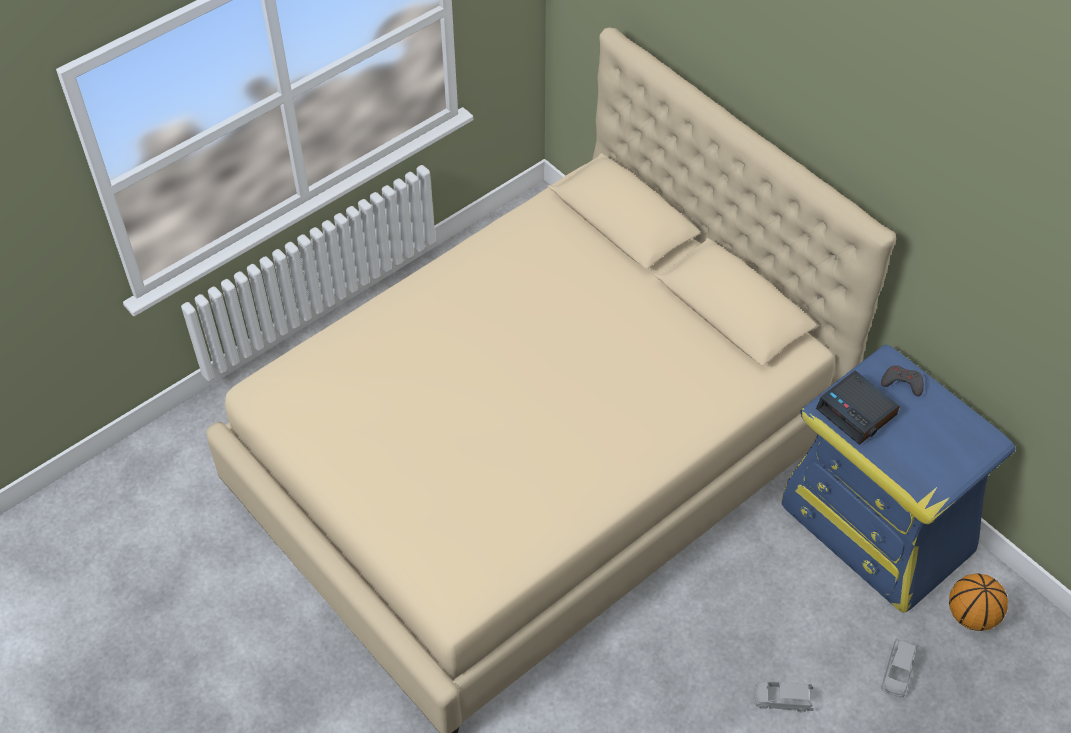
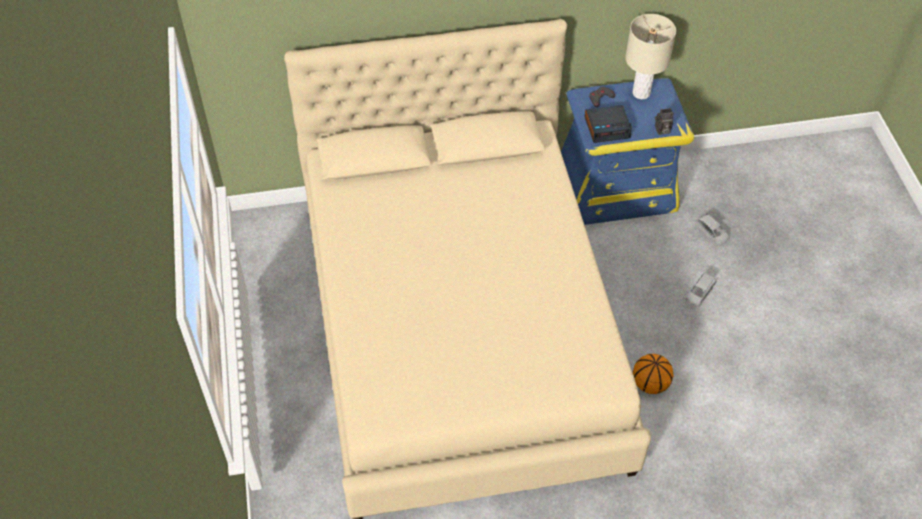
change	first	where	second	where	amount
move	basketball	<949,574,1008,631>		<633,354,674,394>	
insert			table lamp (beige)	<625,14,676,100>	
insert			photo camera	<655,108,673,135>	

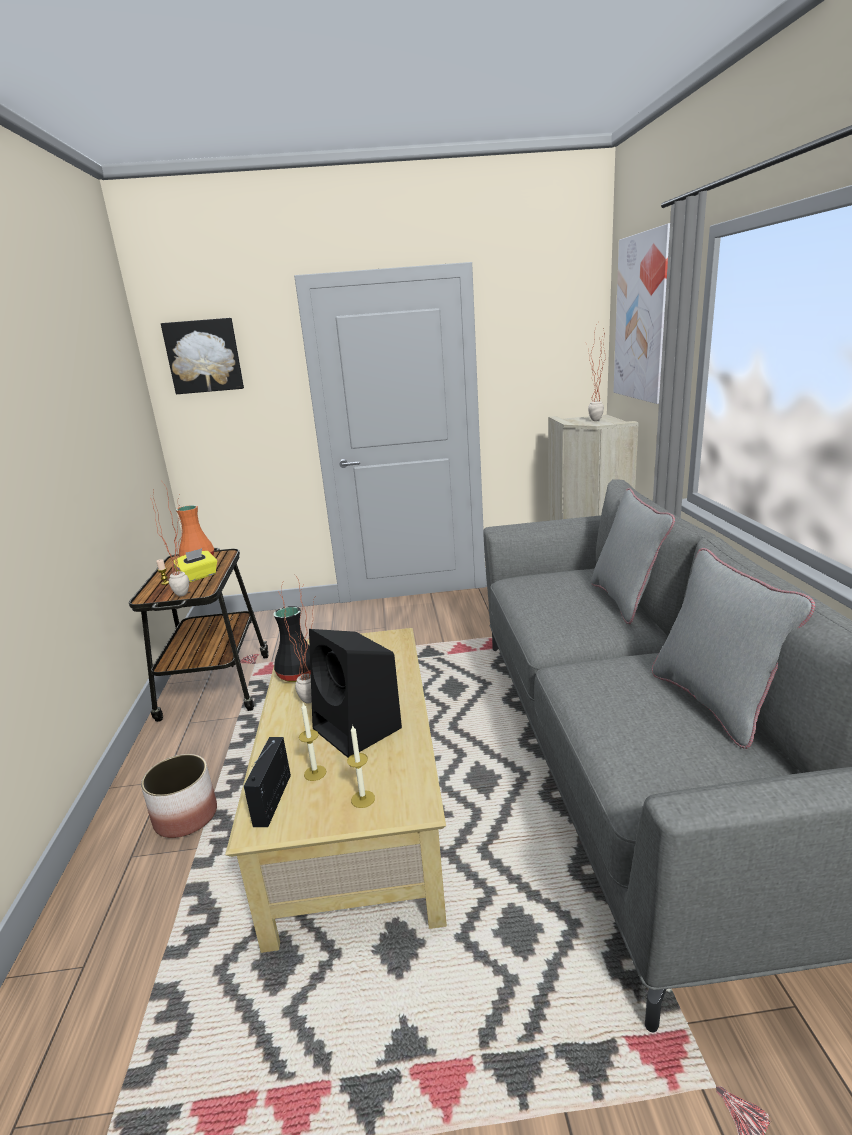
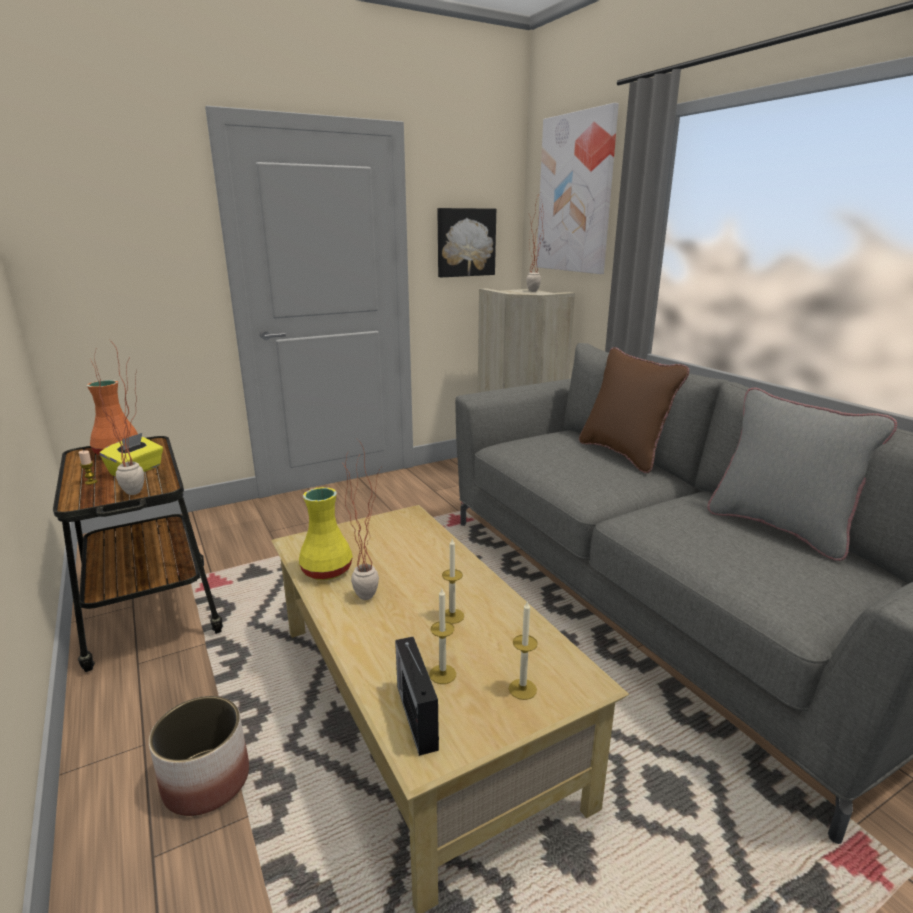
change	first	where	second	where	amount
move	picture	<161,318,244,394>		<438,208,496,277>	
recolor	pillow (grey)	<591,488,675,624>	pillow (brown)	<579,347,689,473>	
recolor	vase (black)	<273,606,311,682>	vase (yellow)	<299,487,353,580>	
replace	speaker (black)	<309,629,402,758>	candle	<442,539,464,624>	

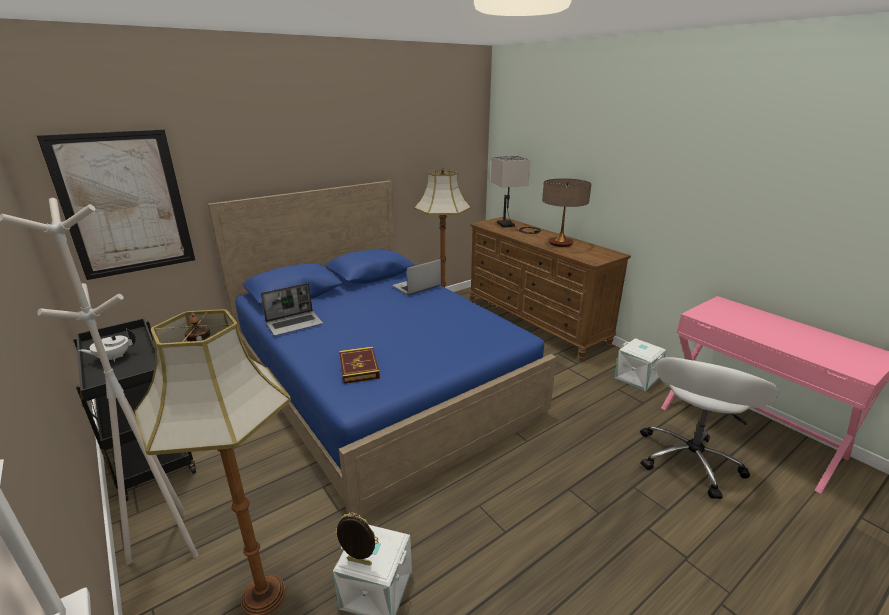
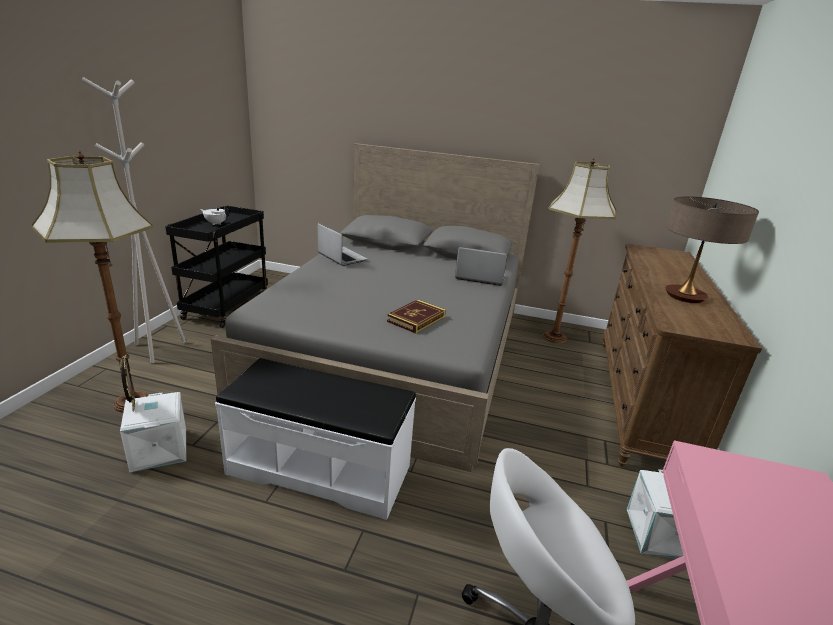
change	first	where	second	where	amount
delete	picture	<36,129,195,280>			
delete	table lamp	<491,156,541,234>			
recolor	bed (blue)	<208,180,556,517>	bed (grey)	<211,143,540,472>	
rotate	laptop	<261,283,323,336>		<317,223,368,266>	150 degrees counterclockwise
move	book	<339,346,380,384>		<387,299,446,334>	
insert			bench (white)	<215,358,416,520>	

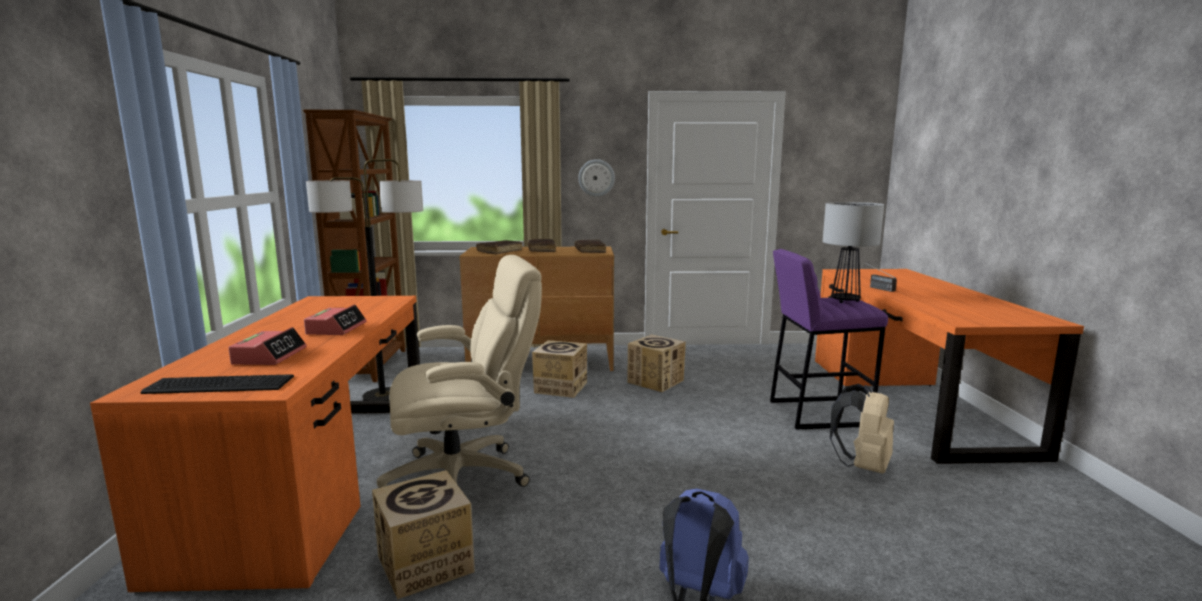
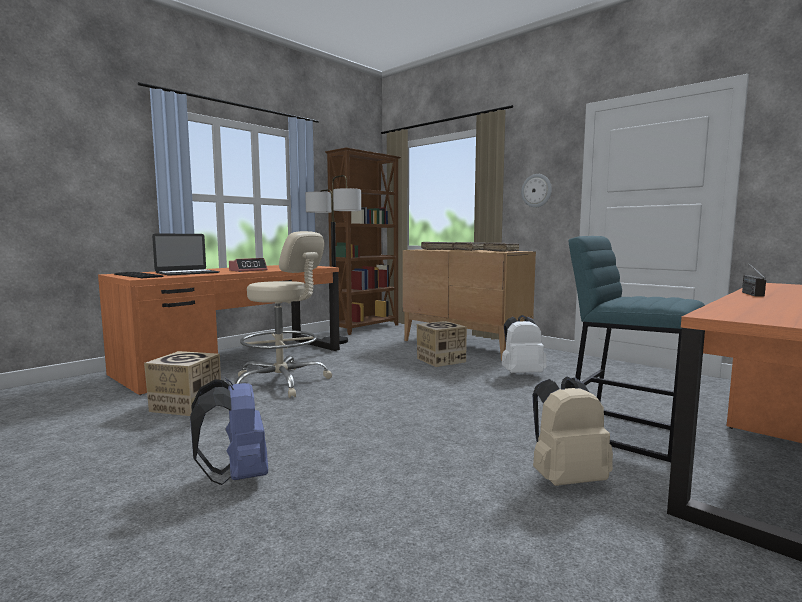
change	first	where	second	where	amount
delete	table lamp	<823,202,884,303>			
recolor	stool (purple)	<770,249,888,430>	stool (turquoise)	<569,236,705,462>	
replace	office chair (beige)	<377,255,542,488>	stool (beige)	<235,231,332,398>	
replace	alarm clock	<228,327,307,365>	laptop	<152,234,220,276>	
replace	cardboard box	<627,334,686,392>	backpack (white)	<502,315,547,373>	

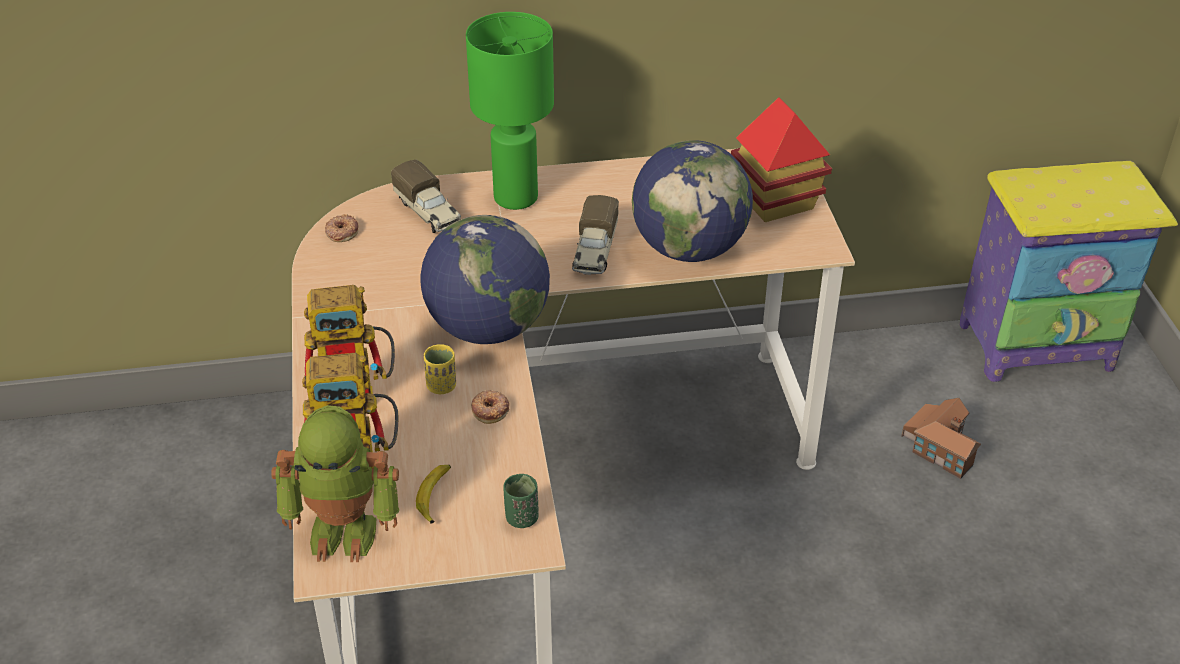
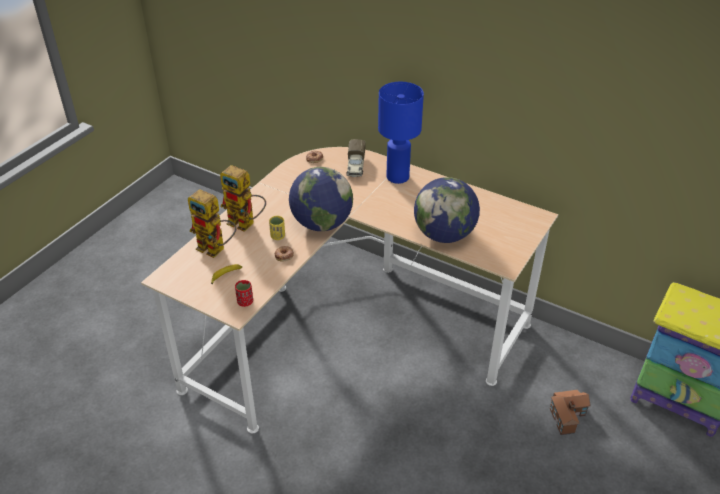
change	first	where	second	where	amount
recolor	table lamp (green)	<466,12,554,210>	table lamp (blue)	<378,82,424,184>	
delete	toy house	<731,97,832,222>			
delete	toy truck	<572,195,619,275>			
delete	toy robot	<271,405,399,562>			
recolor	cup (green)	<503,474,539,528>	cup (red)	<235,280,253,307>	

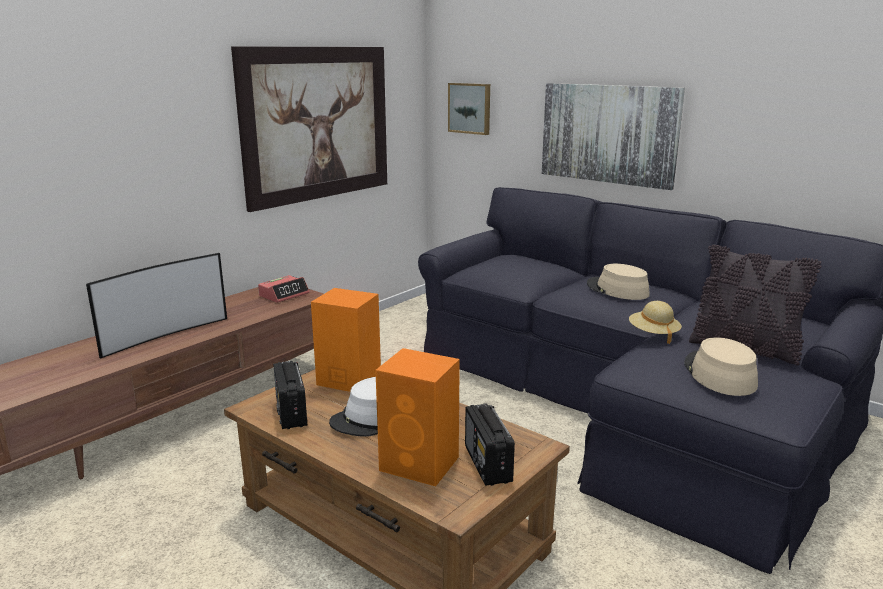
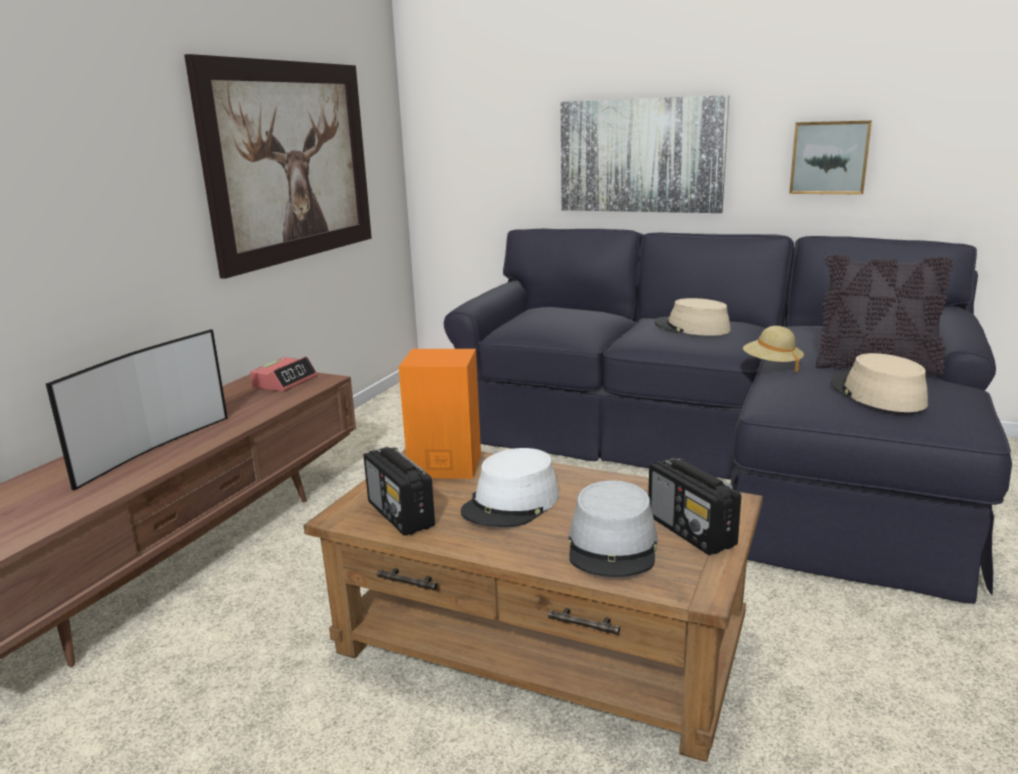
change	first	where	second	where	amount
move	picture	<448,83,490,135>		<789,120,872,195>	
replace	speaker (orange)	<375,348,460,486>	hat (grey)	<569,480,658,577>	

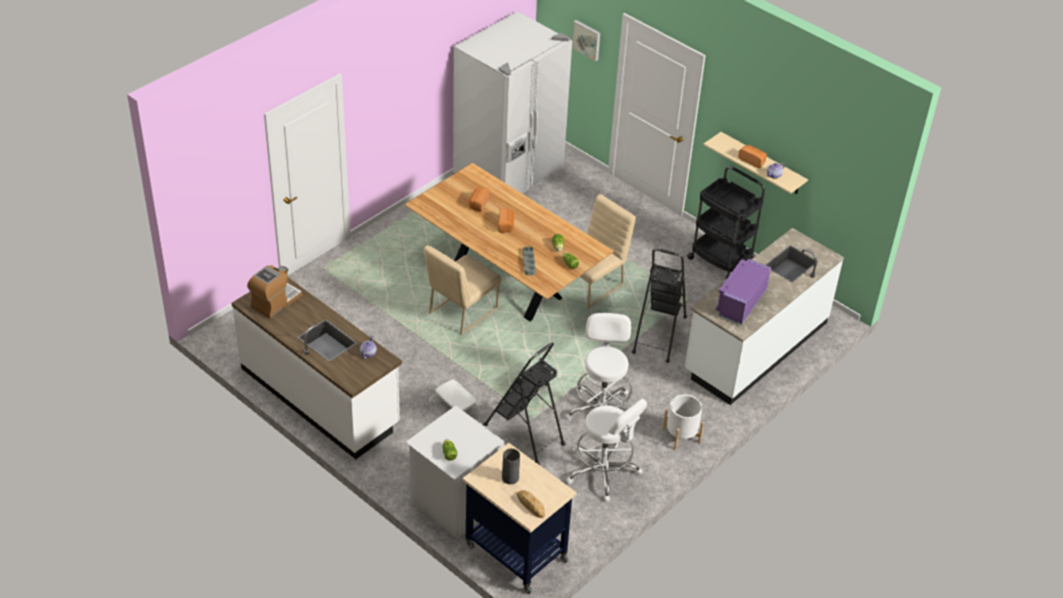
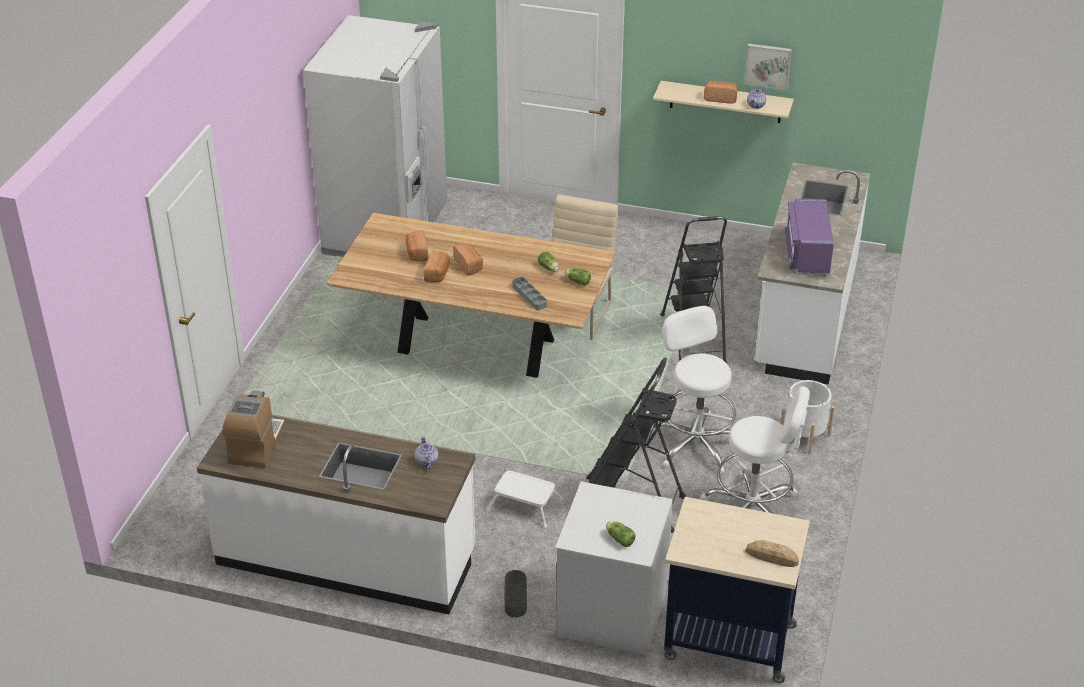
change	first	where	second	where	amount
move	picture	<572,20,600,61>		<744,43,792,90>	
delete	cart (black)	<687,166,765,280>			
delete	chair (beige)	<424,245,502,335>			
move	vase (grey)	<502,449,520,484>		<505,570,527,618>	
insert			bread	<424,251,450,282>	

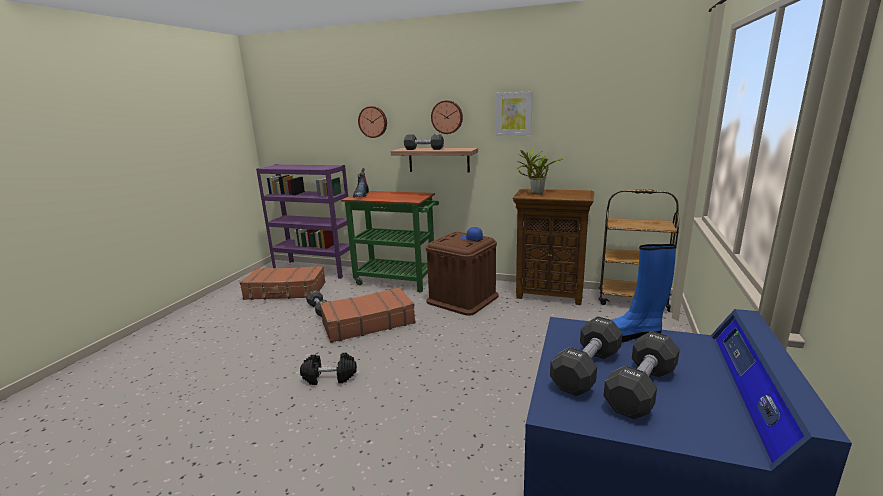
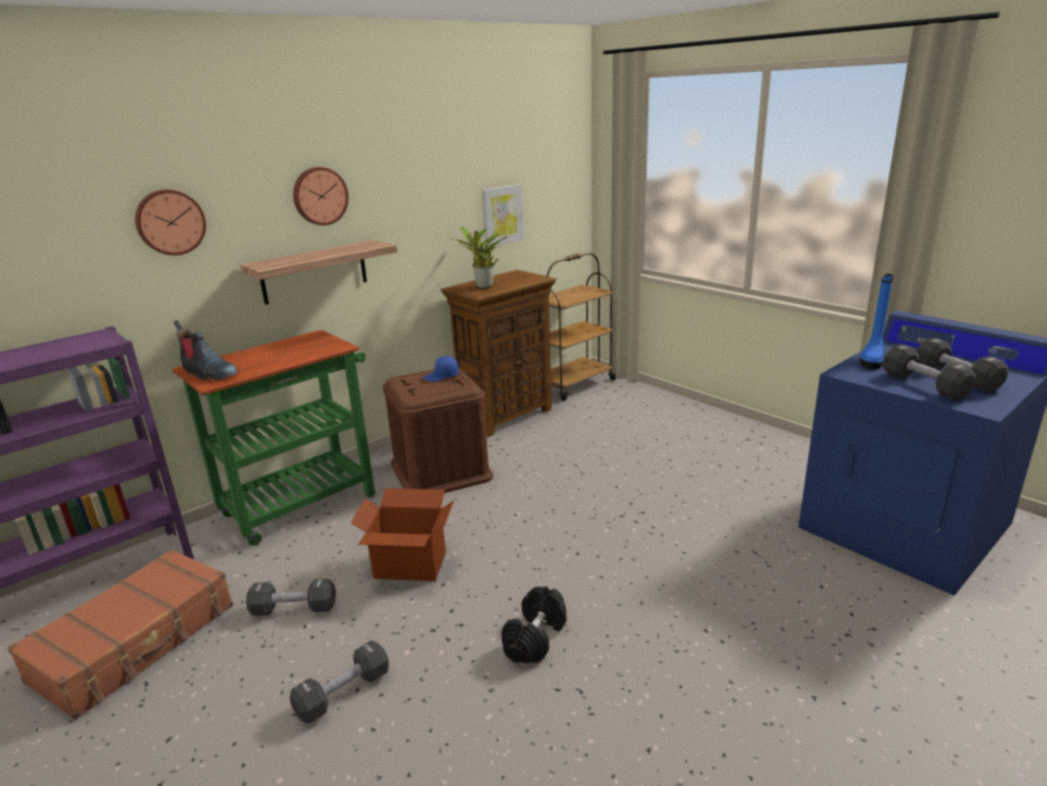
change	first	where	second	where	amount
move	picture	<496,91,533,135>		<482,184,524,247>	
move	dumbbell (black)	<404,134,444,150>		<290,640,389,723>	
replace	suitcase (brown)	<320,287,416,343>	cardboard box	<351,488,454,581>	

